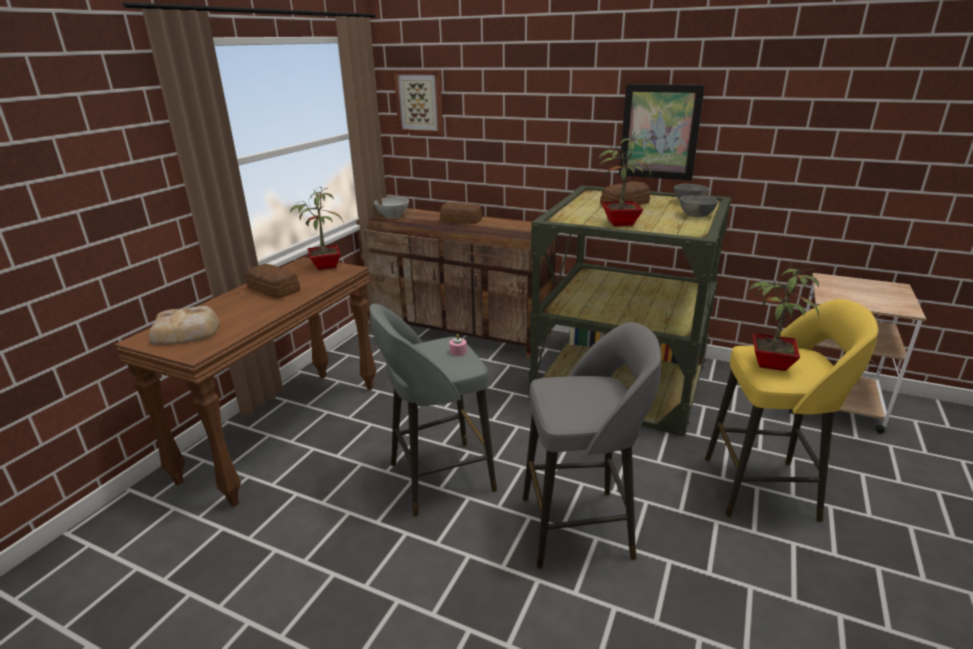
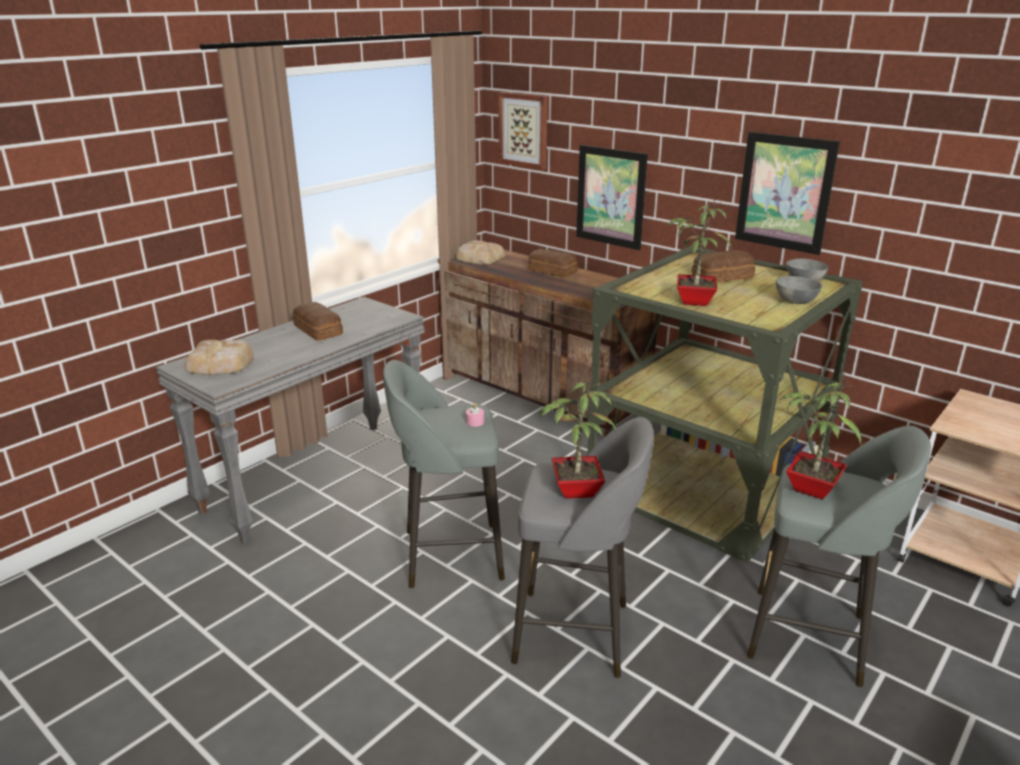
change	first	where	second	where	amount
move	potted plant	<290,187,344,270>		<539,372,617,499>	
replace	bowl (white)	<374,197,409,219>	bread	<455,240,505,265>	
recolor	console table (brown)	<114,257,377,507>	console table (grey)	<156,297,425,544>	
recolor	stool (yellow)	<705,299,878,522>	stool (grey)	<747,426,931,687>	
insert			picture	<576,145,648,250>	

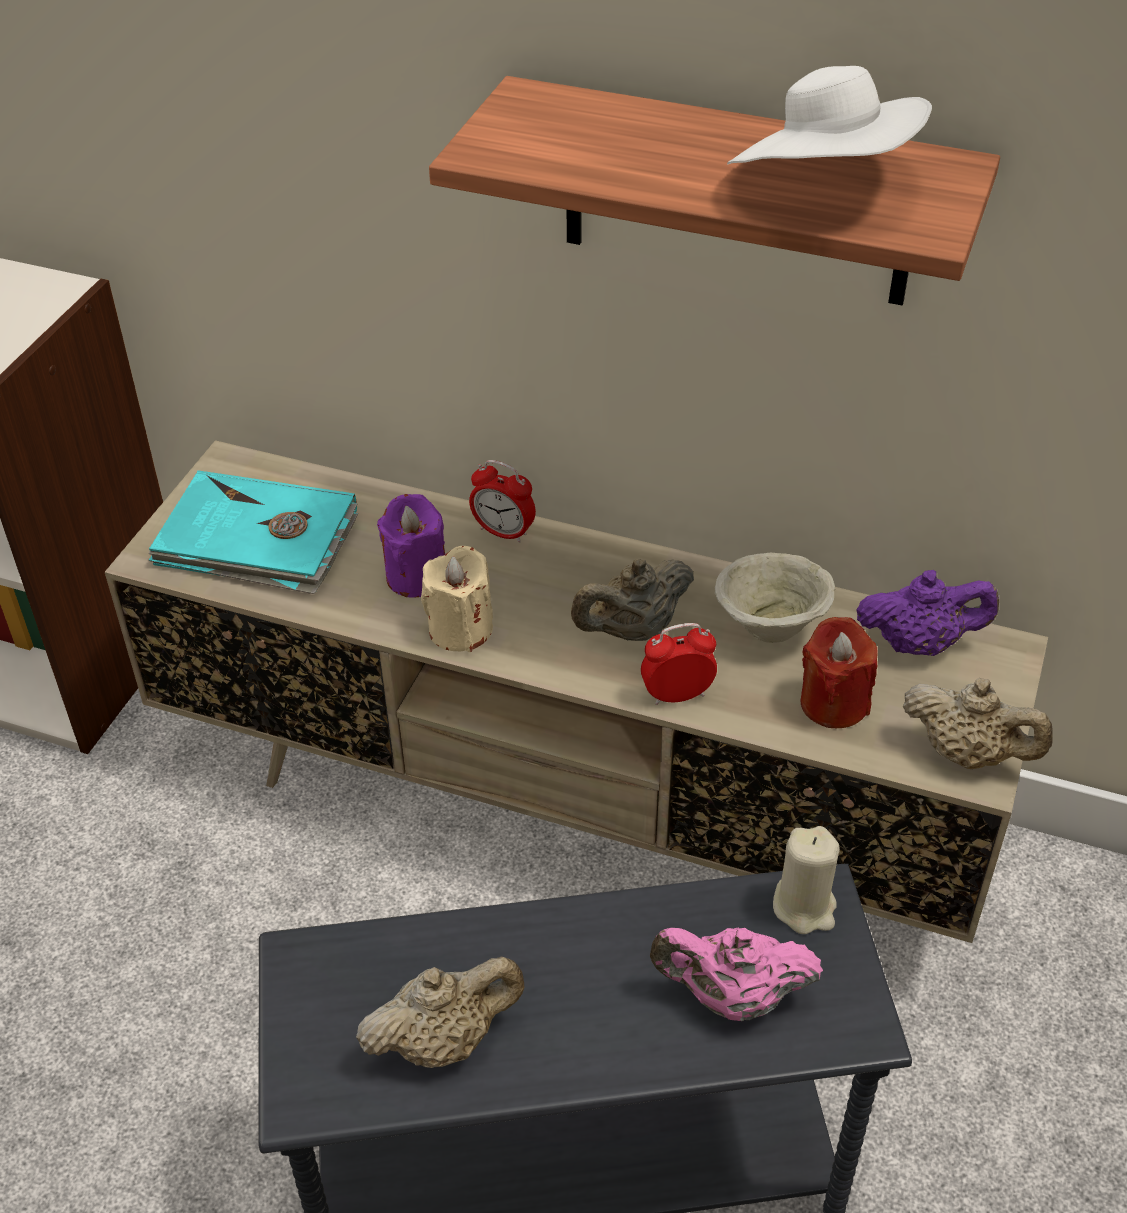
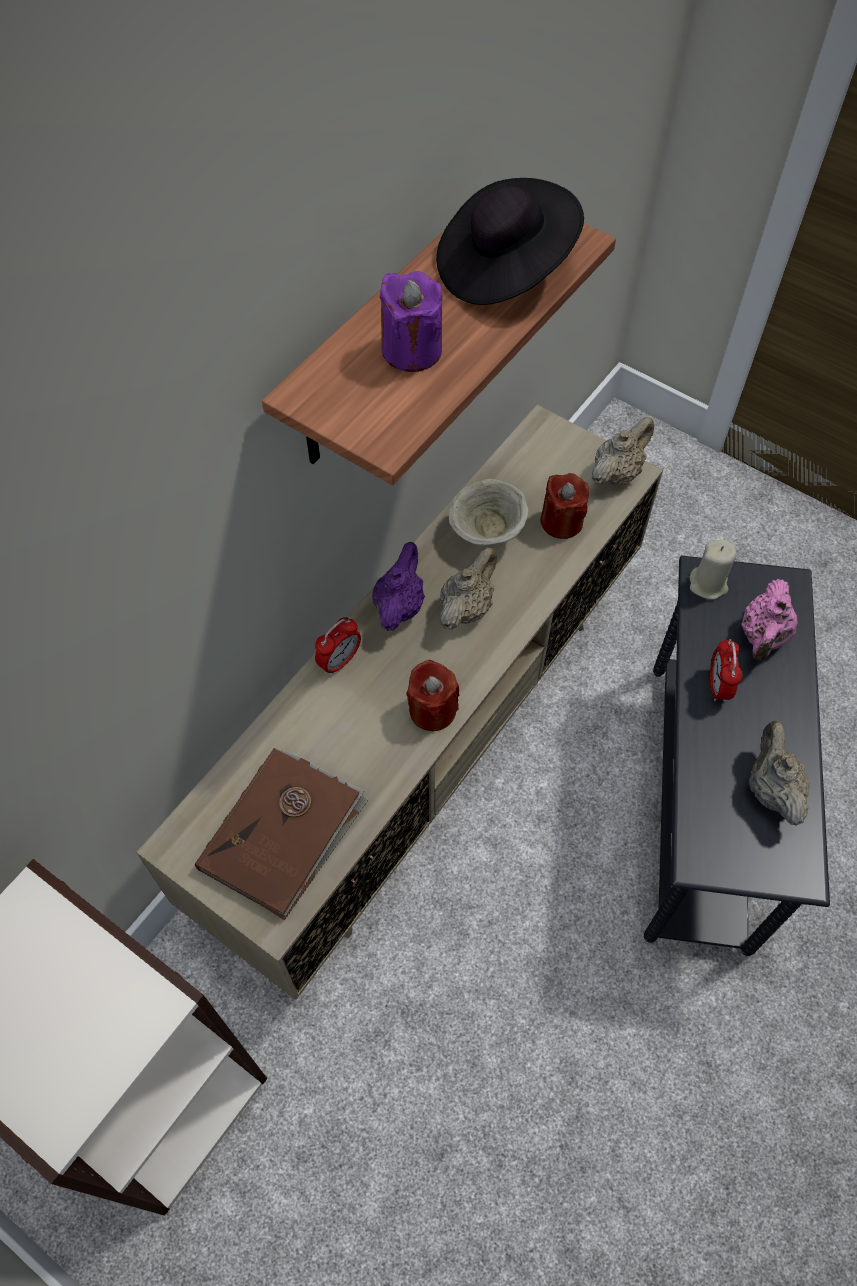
change	first	where	second	where	amount
recolor	hat (white)	<727,66,932,165>	hat (black)	<436,178,584,305>	
recolor	book (turquoise)	<149,471,358,594>	book (brown)	<195,748,369,920>	
move	candle (purple)	<377,494,445,597>		<379,271,442,372>	
recolor	candle (beige)	<421,546,493,652>	candle (red)	<406,660,459,731>	
rotate	teapot (beige)	<571,559,694,641>		<440,547,497,630>	135 degrees counterclockwise
move	teapot (purple)	<856,570,999,656>		<372,542,425,631>	
move	alarm clock	<641,623,717,705>		<710,639,742,702>	

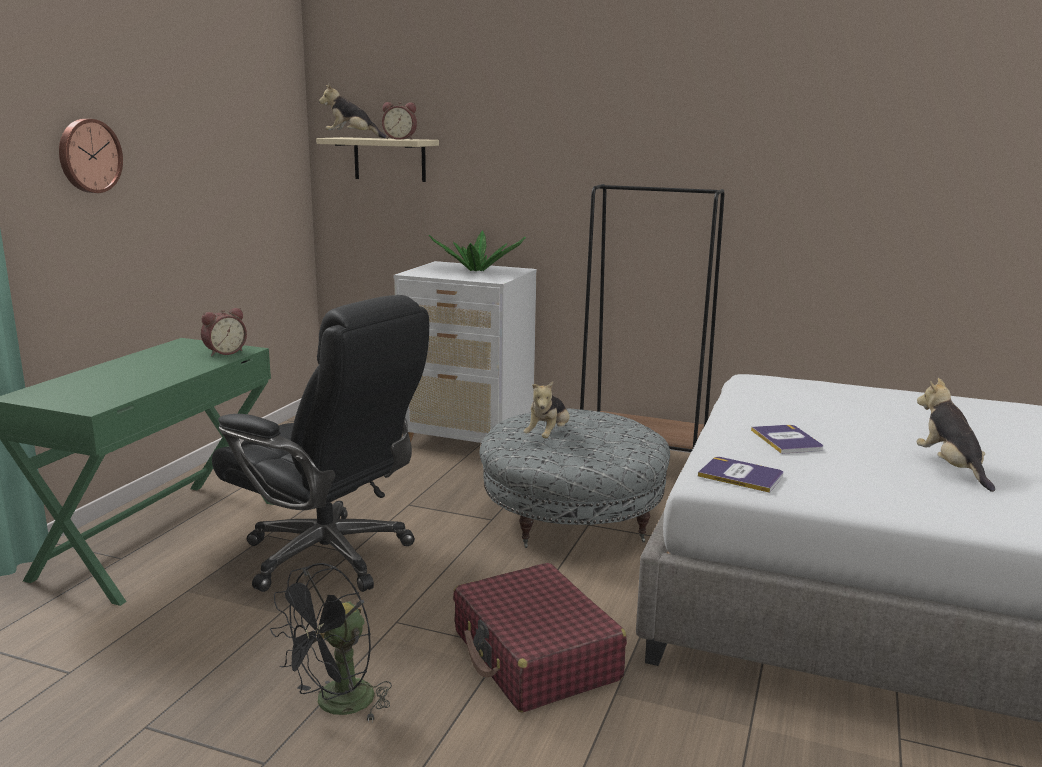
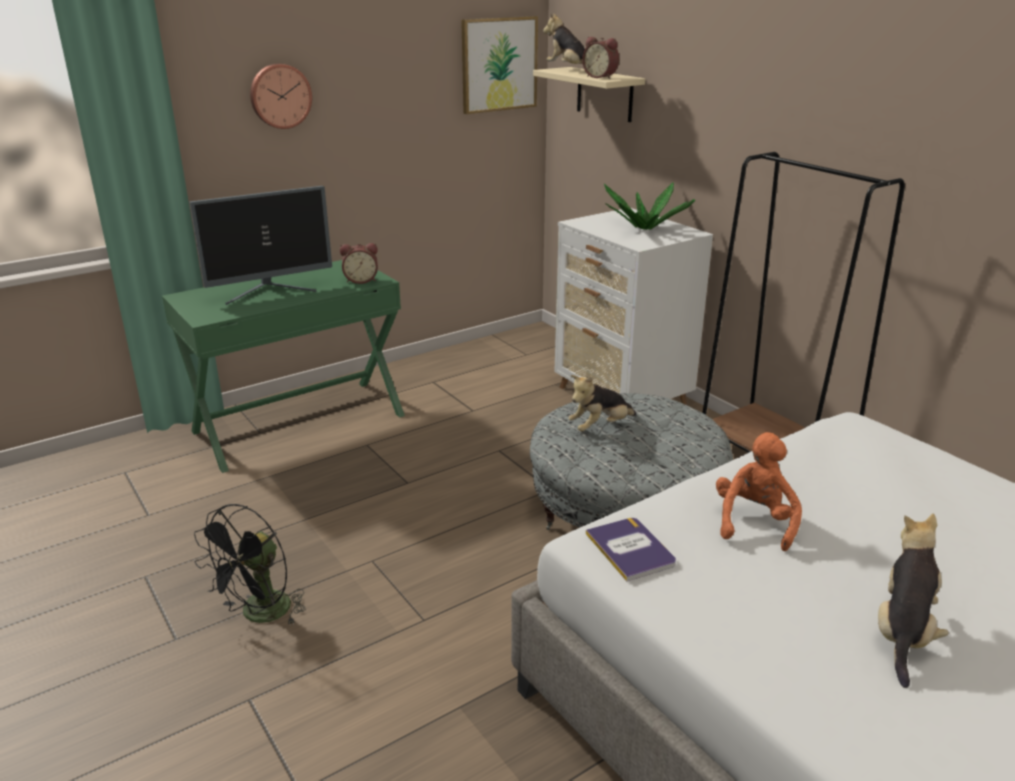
change	first	where	second	where	amount
delete	office chair (black)	<212,295,429,592>			
replace	book	<751,425,823,454>	plush toy (orange)	<716,432,802,551>	
rotate	fan (black)	<270,563,392,723>		<194,504,306,625>	45 degrees counterclockwise
delete	suitcase (red)	<453,563,627,713>			
insert			picture	<461,16,538,114>	
insert			monitor	<190,186,332,305>	

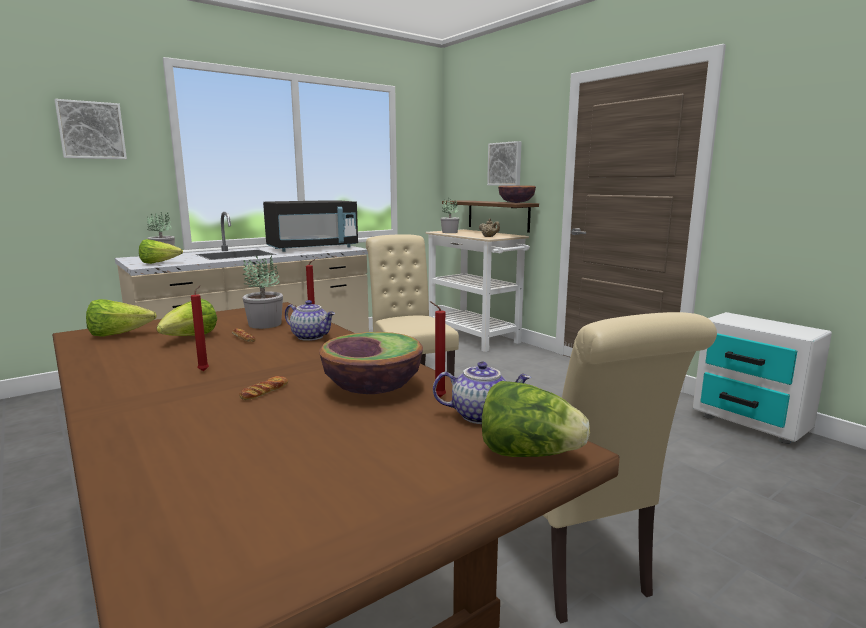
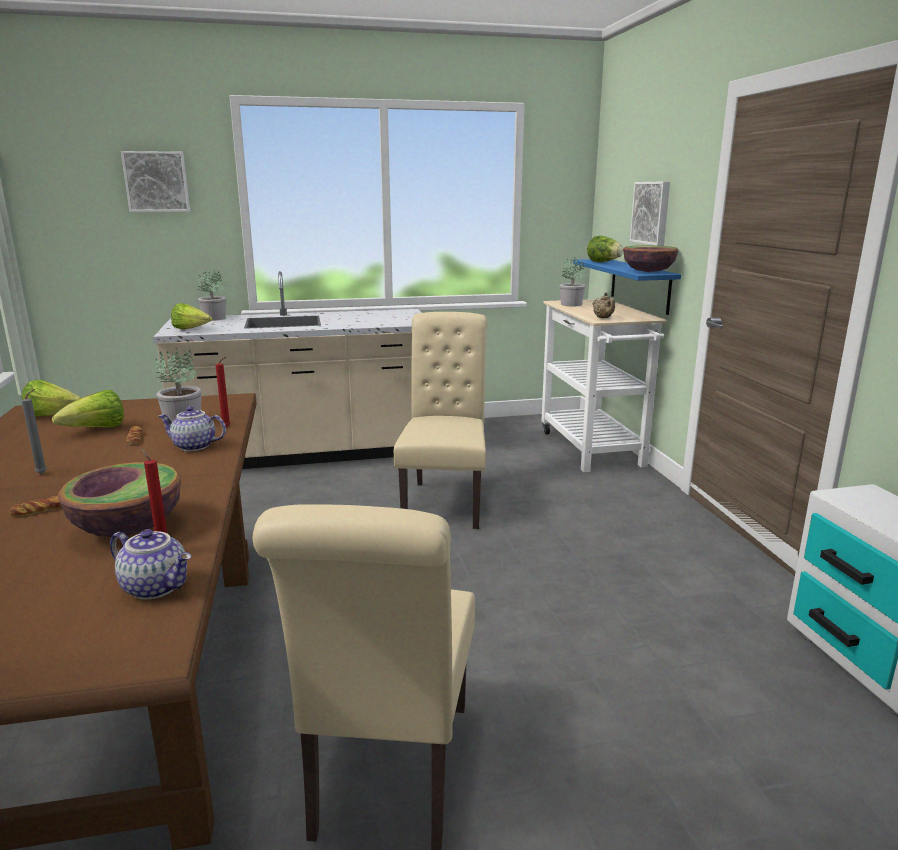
change	first	where	second	where	amount
delete	microwave (black)	<263,200,358,252>			
recolor	shelf (brown)	<442,200,539,233>	shelf (blue)	<573,259,681,315>	
recolor	candle (red)	<191,285,209,371>	candle (grey)	<21,389,47,474>	
rotate	teapot	<285,300,335,341>		<158,406,226,451>	135 degrees clockwise
move	lettuce	<482,381,590,457>		<587,236,624,262>	

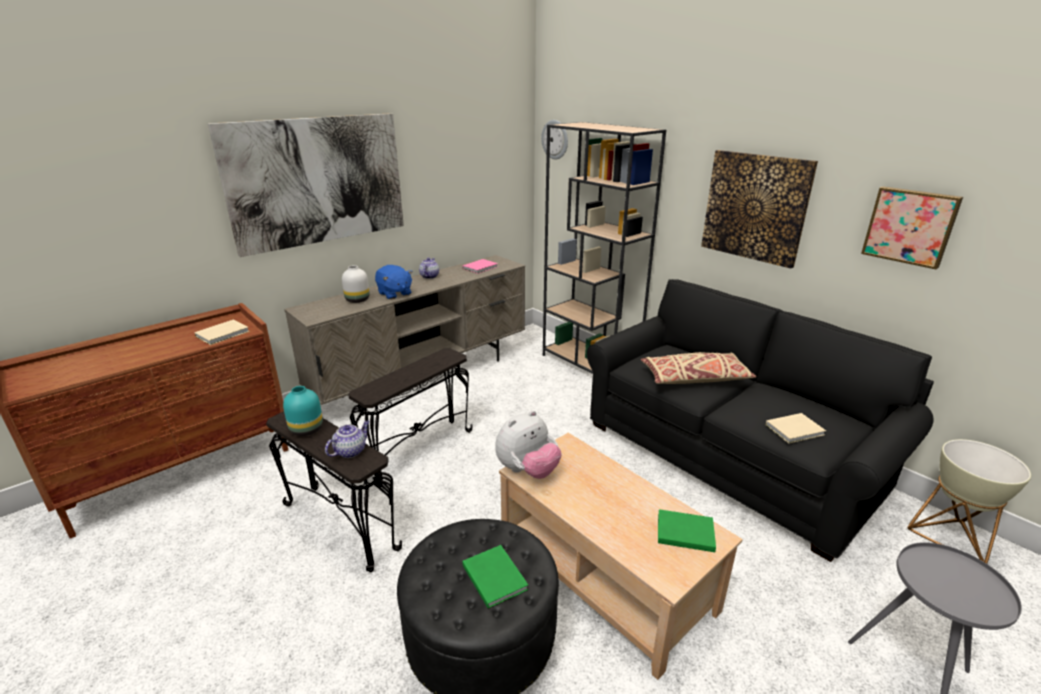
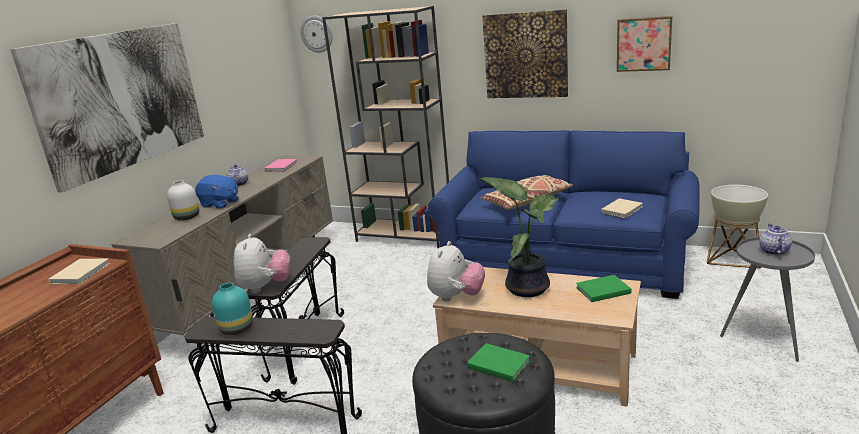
change	first	where	second	where	amount
recolor	sofa (black)	<587,279,934,562>	sofa (blue)	<428,130,700,299>	
move	teapot	<325,421,370,458>		<759,224,792,255>	
insert			potted plant	<480,177,559,297>	
insert			plush toy	<234,234,291,293>	

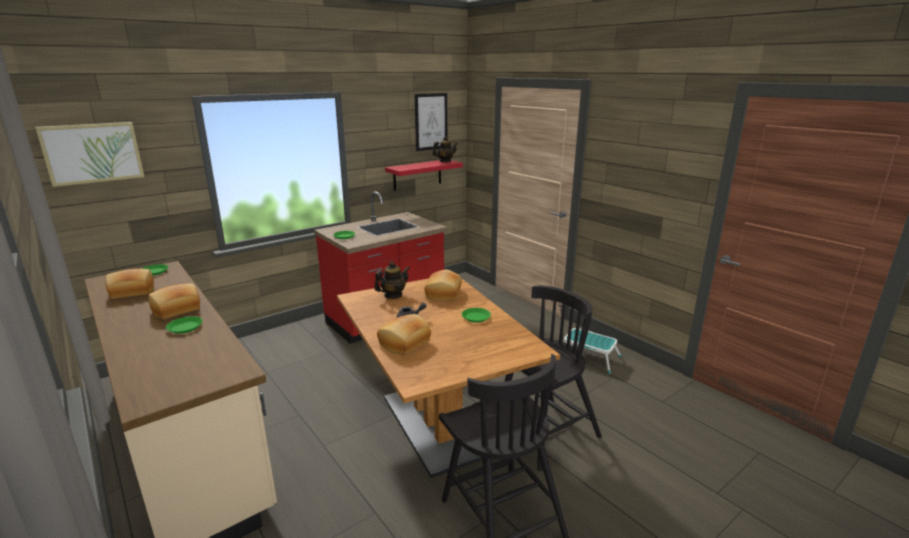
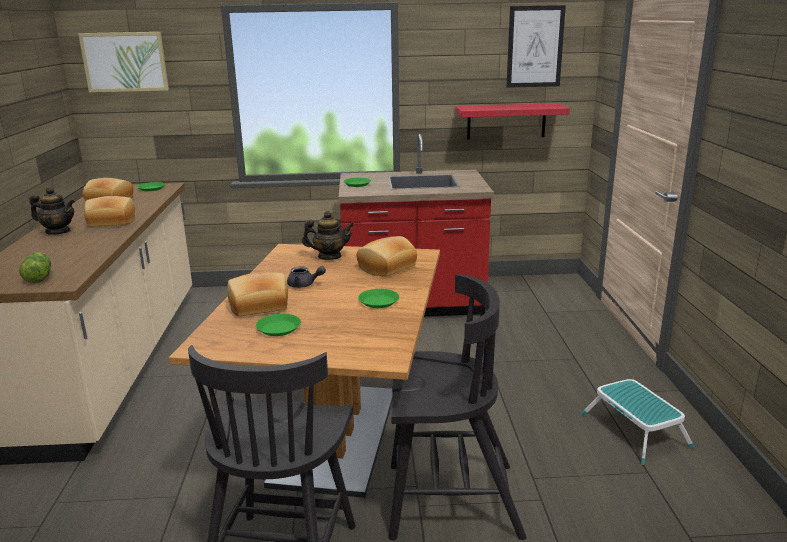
change	first	where	second	where	amount
move	teapot	<433,136,458,162>		<29,187,75,235>	
move	plate (green)	<166,316,203,334>		<256,314,301,336>	
insert			lettuce	<19,252,51,283>	

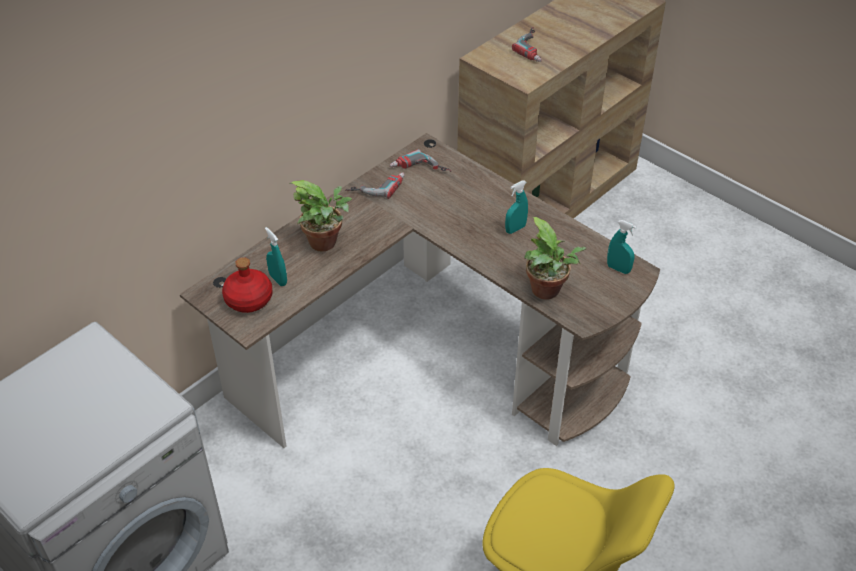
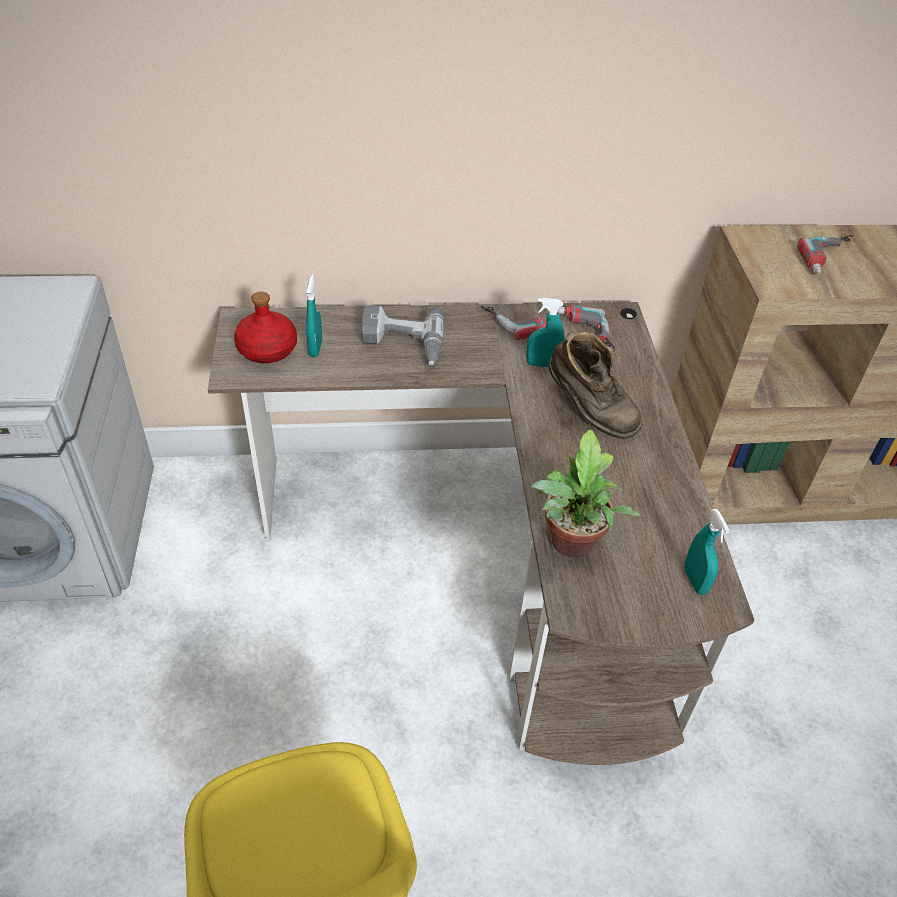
change	first	where	second	where	amount
replace	potted plant	<290,180,352,252>	power drill	<361,305,444,365>	
move	spray bottle (turquoise)	<505,180,528,234>		<526,298,564,367>	
insert			boot (brown)	<549,332,643,439>	

